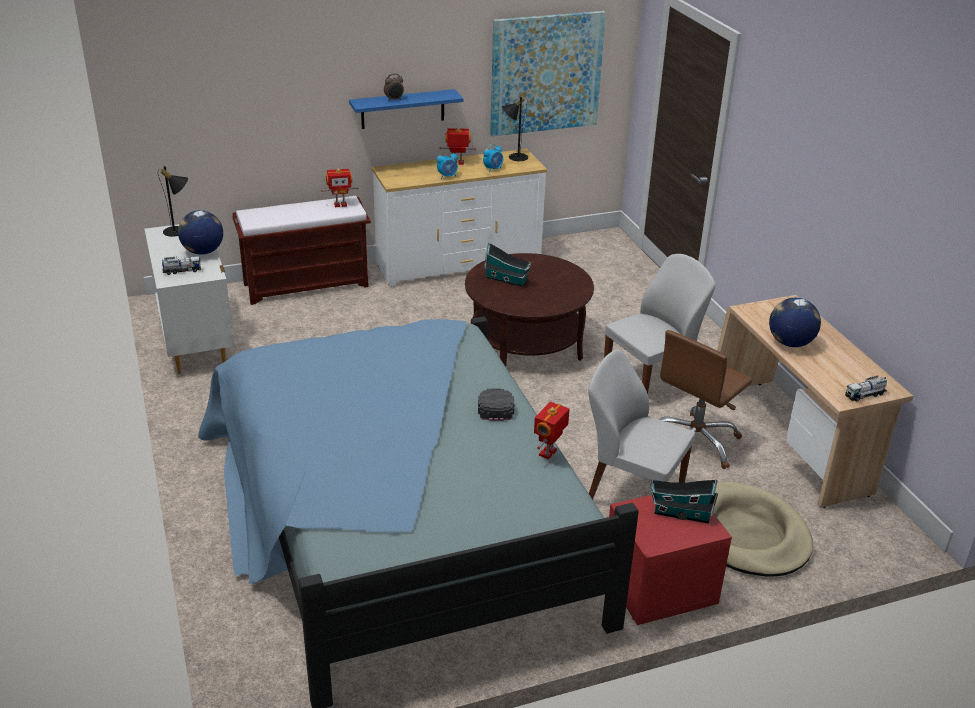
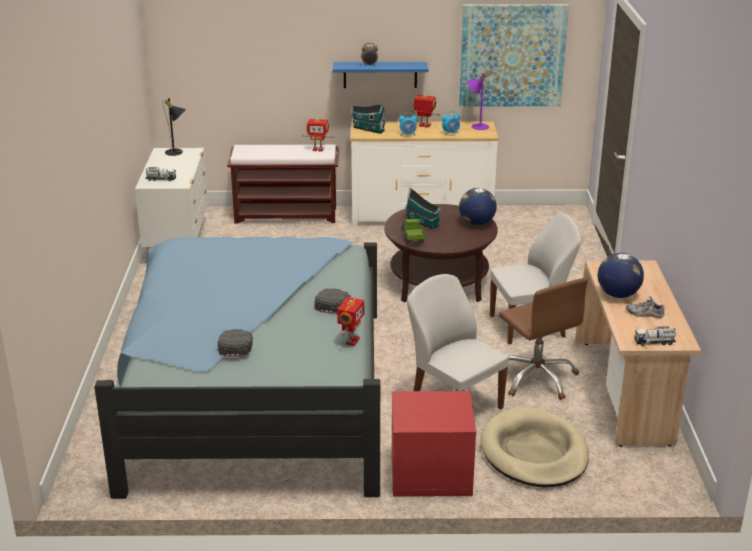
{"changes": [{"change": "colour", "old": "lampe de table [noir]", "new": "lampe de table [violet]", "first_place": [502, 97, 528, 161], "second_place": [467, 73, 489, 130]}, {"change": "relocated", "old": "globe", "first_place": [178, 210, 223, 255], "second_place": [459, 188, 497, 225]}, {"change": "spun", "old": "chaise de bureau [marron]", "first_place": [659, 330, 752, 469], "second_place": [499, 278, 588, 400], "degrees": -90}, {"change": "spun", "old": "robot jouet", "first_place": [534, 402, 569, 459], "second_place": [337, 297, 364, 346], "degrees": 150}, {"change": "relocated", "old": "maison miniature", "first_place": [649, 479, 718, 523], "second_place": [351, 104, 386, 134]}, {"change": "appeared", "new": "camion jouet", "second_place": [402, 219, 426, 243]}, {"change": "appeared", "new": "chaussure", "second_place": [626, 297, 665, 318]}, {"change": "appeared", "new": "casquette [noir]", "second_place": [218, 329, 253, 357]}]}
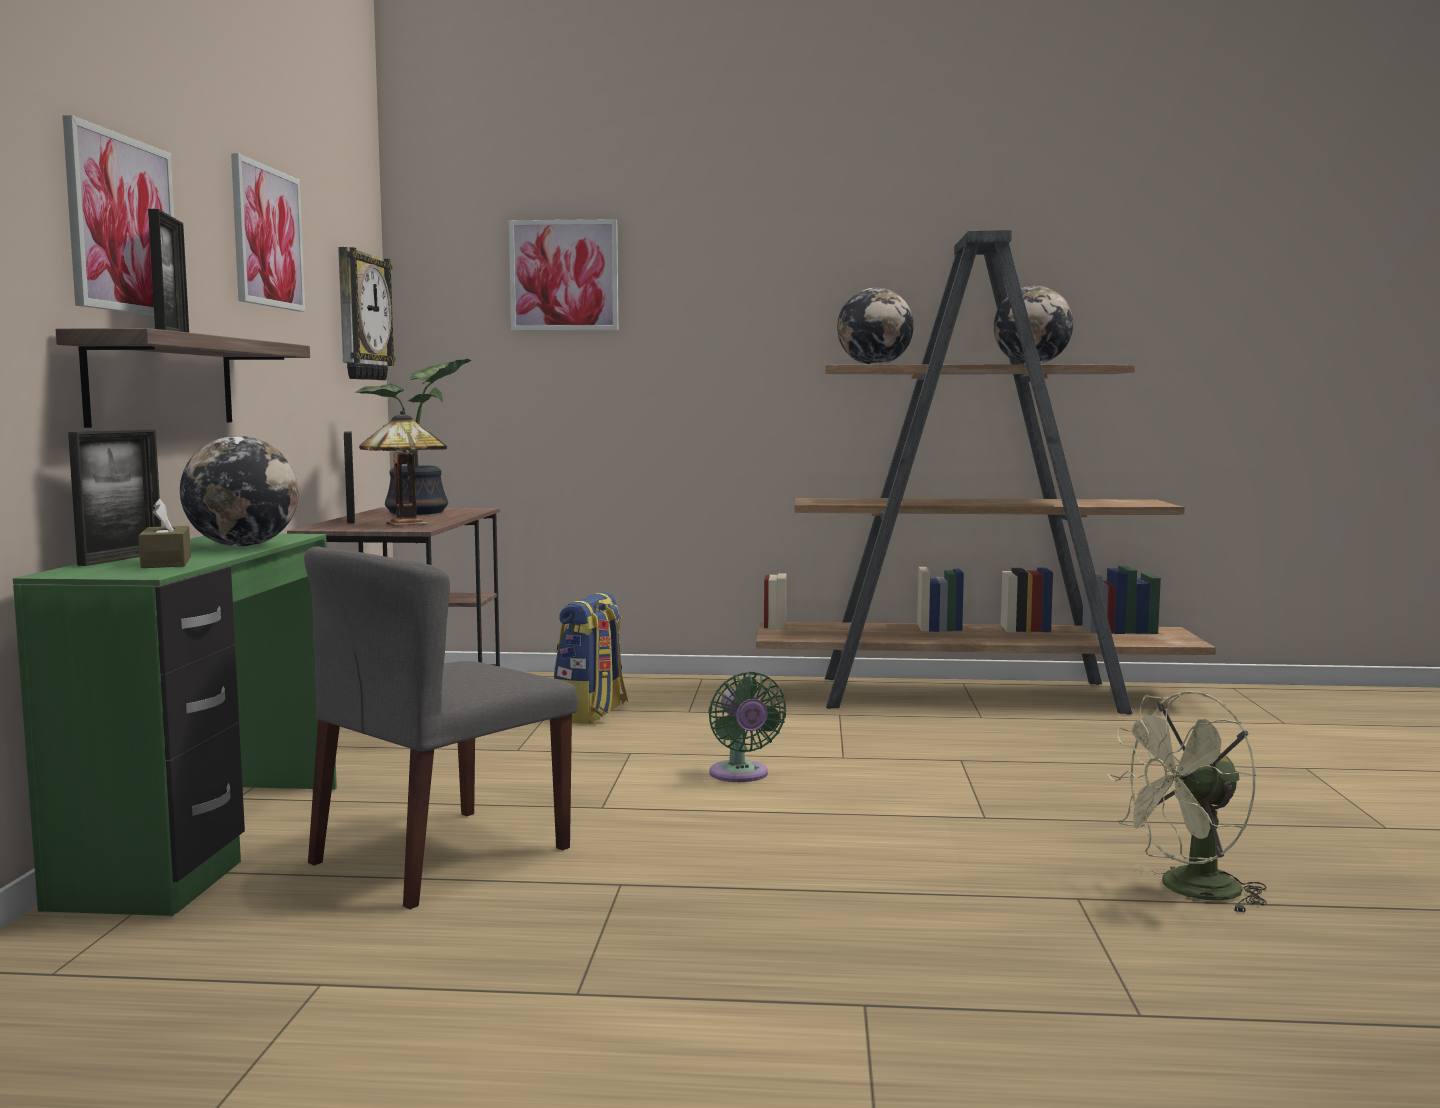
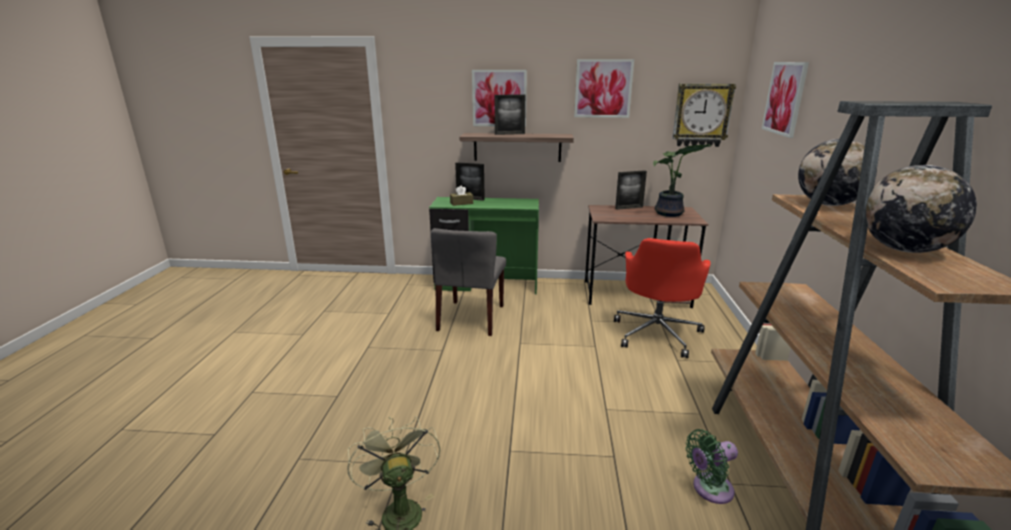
{"changes": [{"change": "missing", "old": "lampe de table", "first_place": [359, 410, 447, 526]}, {"change": "missing", "old": "globe", "first_place": [180, 436, 299, 547]}, {"change": "spun", "old": "chaise [gris]", "first_place": [304, 547, 578, 909], "second_place": [431, 228, 506, 336], "degrees": -120}, {"change": "exchanged", "old": "sac à dos", "new": "chaise de bureau [rouge]", "first_place": [554, 592, 628, 724], "second_place": [614, 238, 711, 358]}, {"change": "relocated", "old": "ventilateur [vert]", "first_place": [708, 671, 786, 782], "second_place": [685, 429, 738, 504]}]}
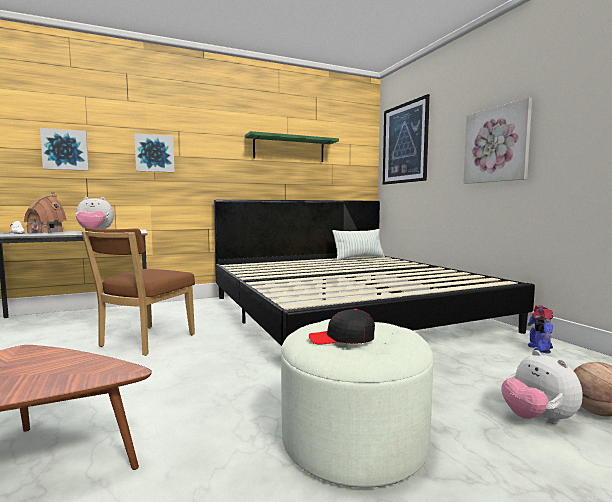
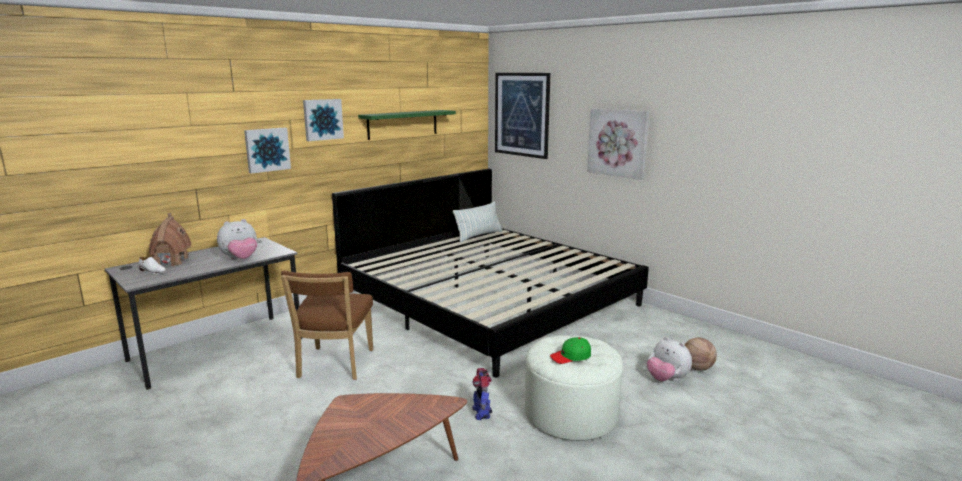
{"changes": [{"change": "relocated", "old": "tableau", "first_place": [40, 128, 89, 171], "second_place": [303, 99, 344, 141]}, {"change": "relocated", "old": "robot jouet", "first_place": [528, 306, 553, 354], "second_place": [472, 368, 492, 420]}, {"change": "colour", "old": "casquette [noir]", "new": "casquette [vert]", "first_place": [309, 309, 375, 345], "second_place": [550, 337, 591, 364]}]}
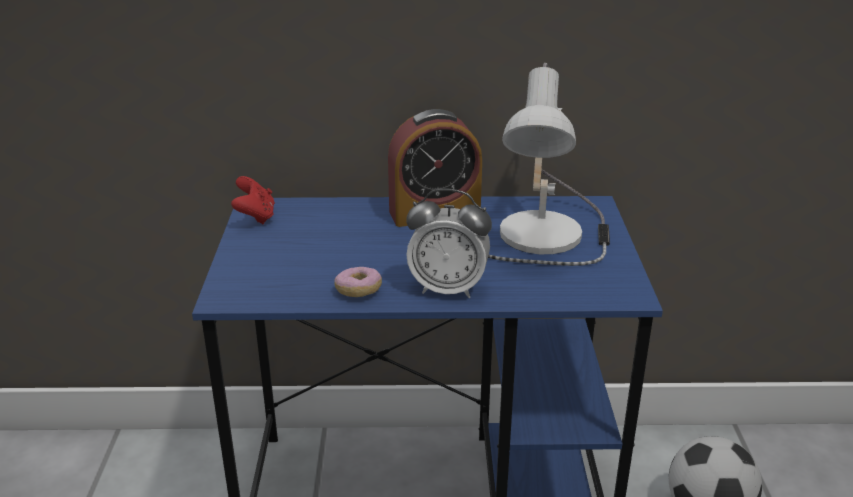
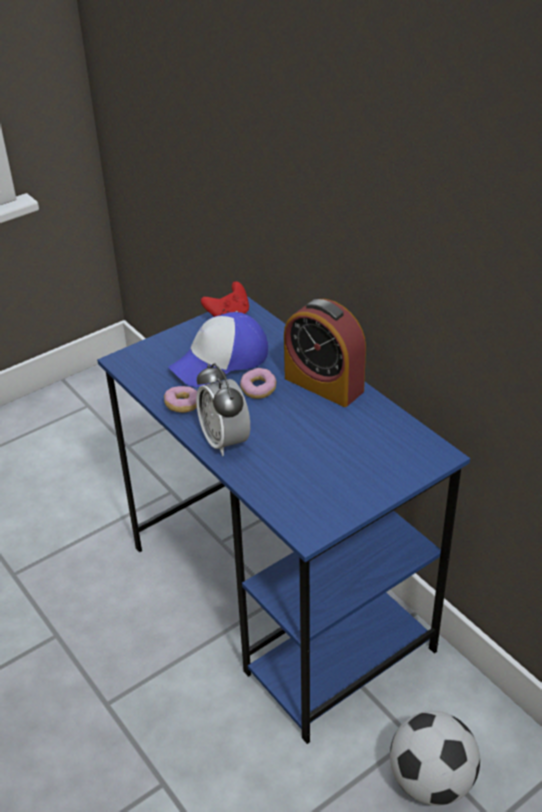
{"changes": [{"change": "missing", "old": "lampe de table", "first_place": [488, 63, 610, 266]}, {"change": "appeared", "new": "casquette", "second_place": [168, 312, 268, 387]}, {"change": "appeared", "new": "beignet", "second_place": [240, 368, 276, 399]}]}
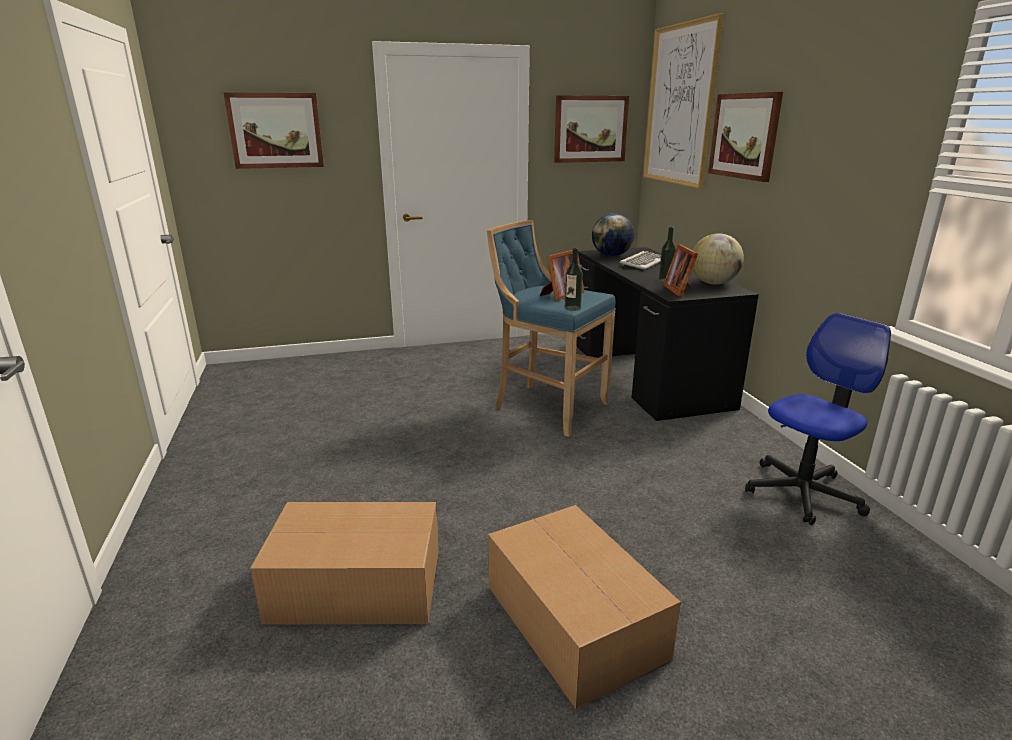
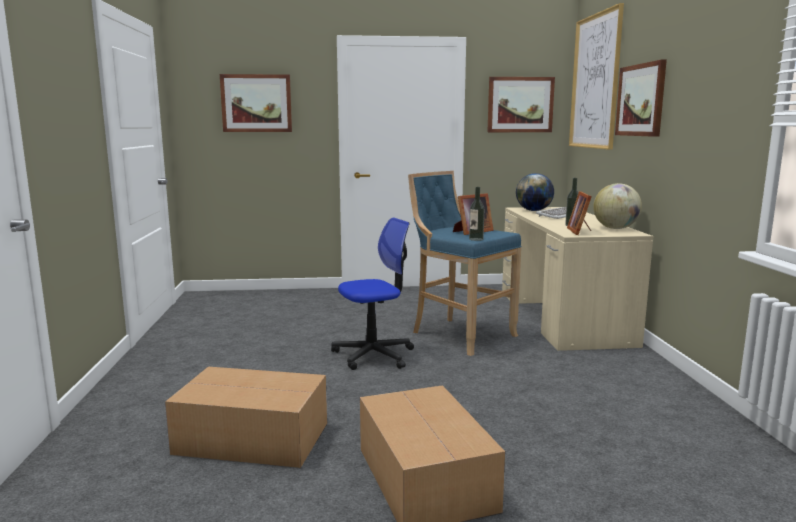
{"changes": [{"change": "colour", "old": "bureau [noir]", "new": "bureau [beige]", "first_place": [576, 247, 759, 421], "second_place": [502, 207, 653, 351]}, {"change": "relocated", "old": "chaise de bureau", "first_place": [745, 313, 891, 525], "second_place": [331, 218, 414, 370]}]}
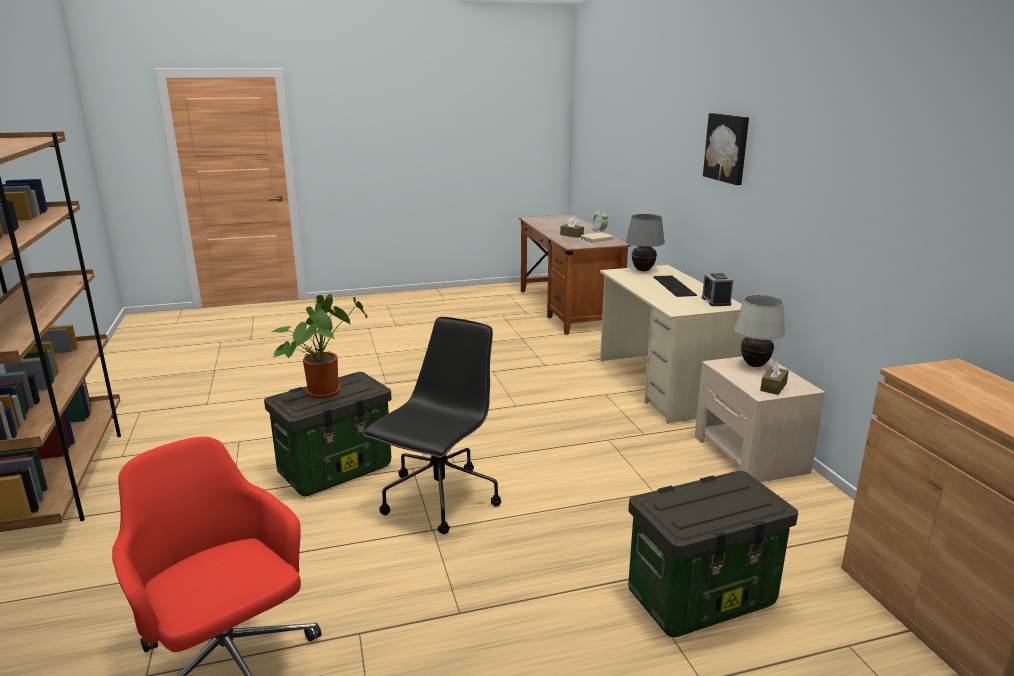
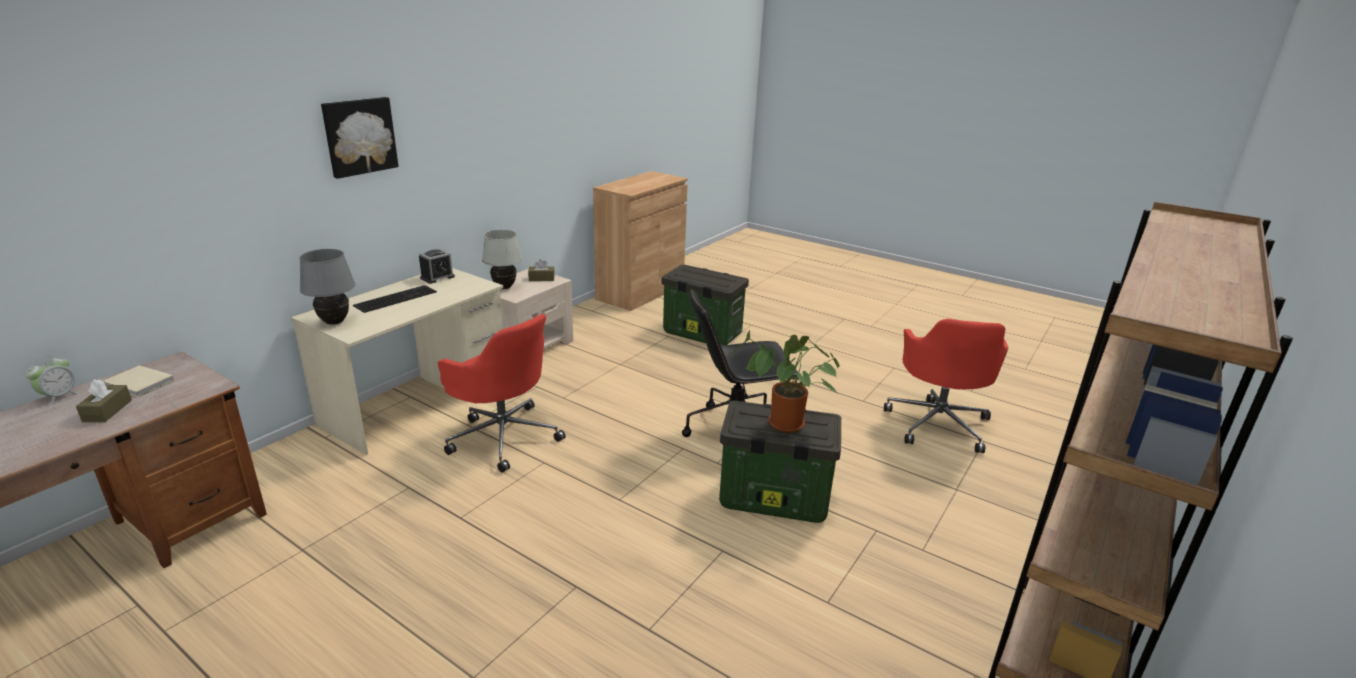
{"changes": [{"change": "appeared", "new": "chaise de bureau [rouge]", "second_place": [438, 314, 566, 472]}]}
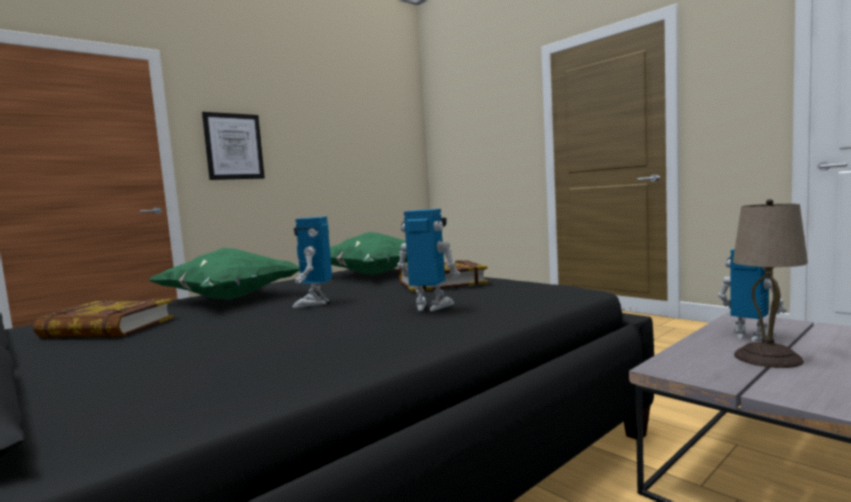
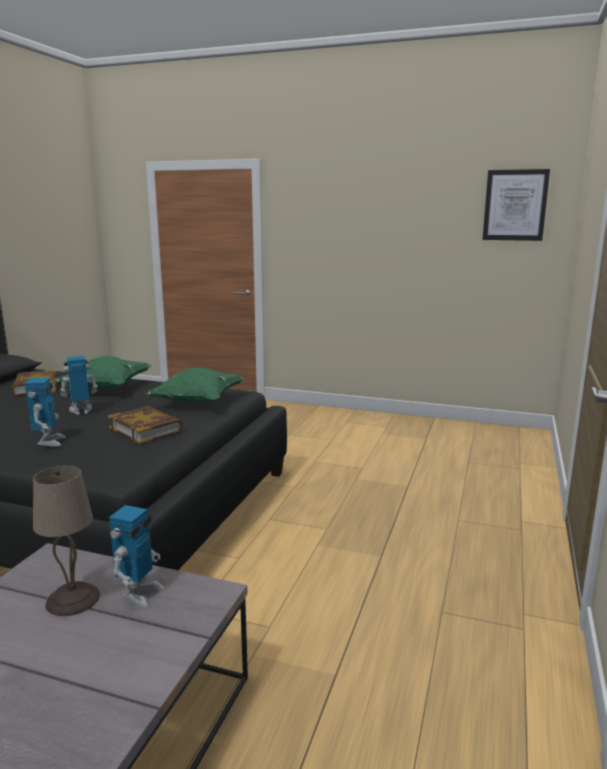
{"changes": [{"change": "relocated", "old": "tableau", "first_place": [202, 112, 265, 180], "second_place": [483, 169, 550, 241]}]}
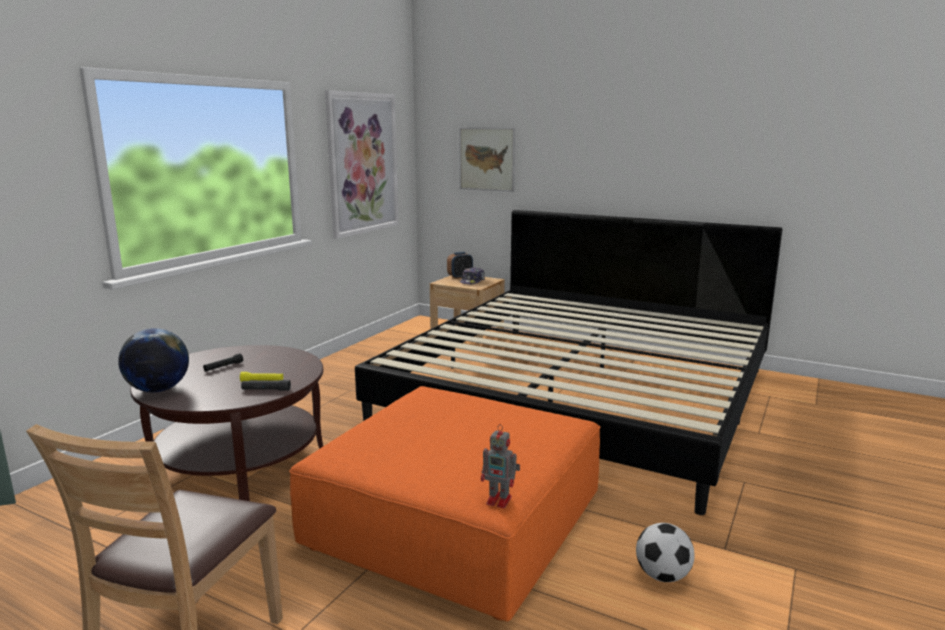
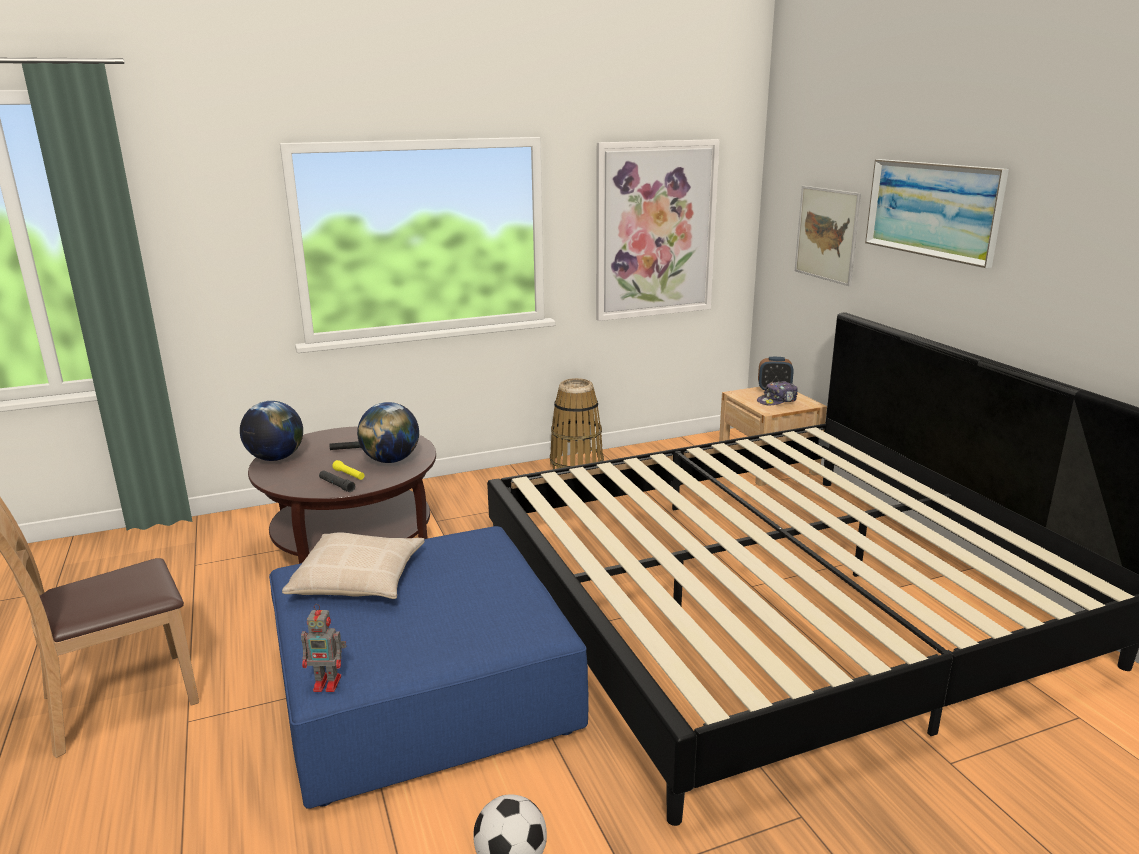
{"changes": [{"change": "colour", "old": "pouf [orange]", "new": "pouf [bleu]", "first_place": [289, 386, 601, 621], "second_place": [269, 526, 589, 809]}, {"change": "spun", "old": "robot jouet", "first_place": [481, 424, 520, 508], "second_place": [301, 604, 346, 692], "degrees": -60}, {"change": "appeared", "new": "tableau", "second_place": [865, 159, 1009, 268]}, {"change": "appeared", "new": "panier", "second_place": [550, 378, 604, 469]}, {"change": "appeared", "new": "globe", "second_place": [357, 402, 419, 463]}, {"change": "appeared", "new": "coussin [beige]", "second_place": [282, 532, 425, 599]}]}
